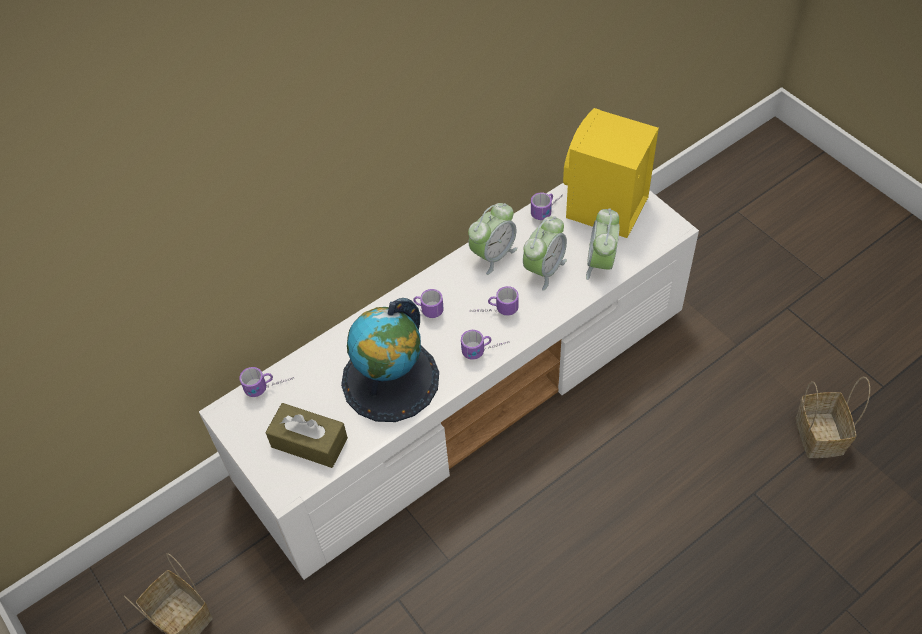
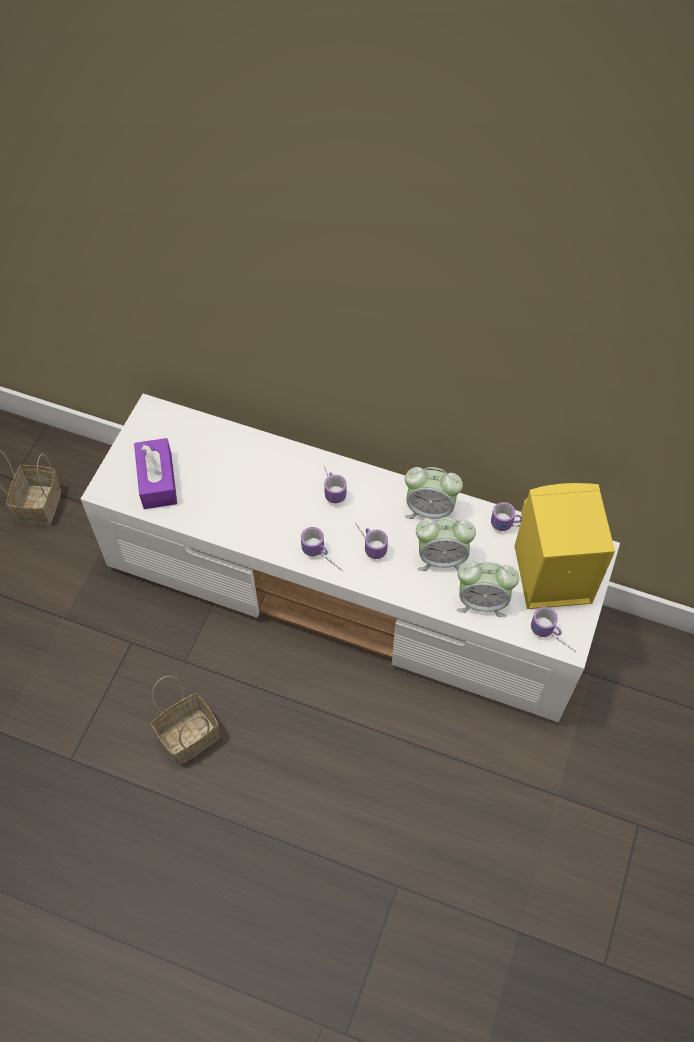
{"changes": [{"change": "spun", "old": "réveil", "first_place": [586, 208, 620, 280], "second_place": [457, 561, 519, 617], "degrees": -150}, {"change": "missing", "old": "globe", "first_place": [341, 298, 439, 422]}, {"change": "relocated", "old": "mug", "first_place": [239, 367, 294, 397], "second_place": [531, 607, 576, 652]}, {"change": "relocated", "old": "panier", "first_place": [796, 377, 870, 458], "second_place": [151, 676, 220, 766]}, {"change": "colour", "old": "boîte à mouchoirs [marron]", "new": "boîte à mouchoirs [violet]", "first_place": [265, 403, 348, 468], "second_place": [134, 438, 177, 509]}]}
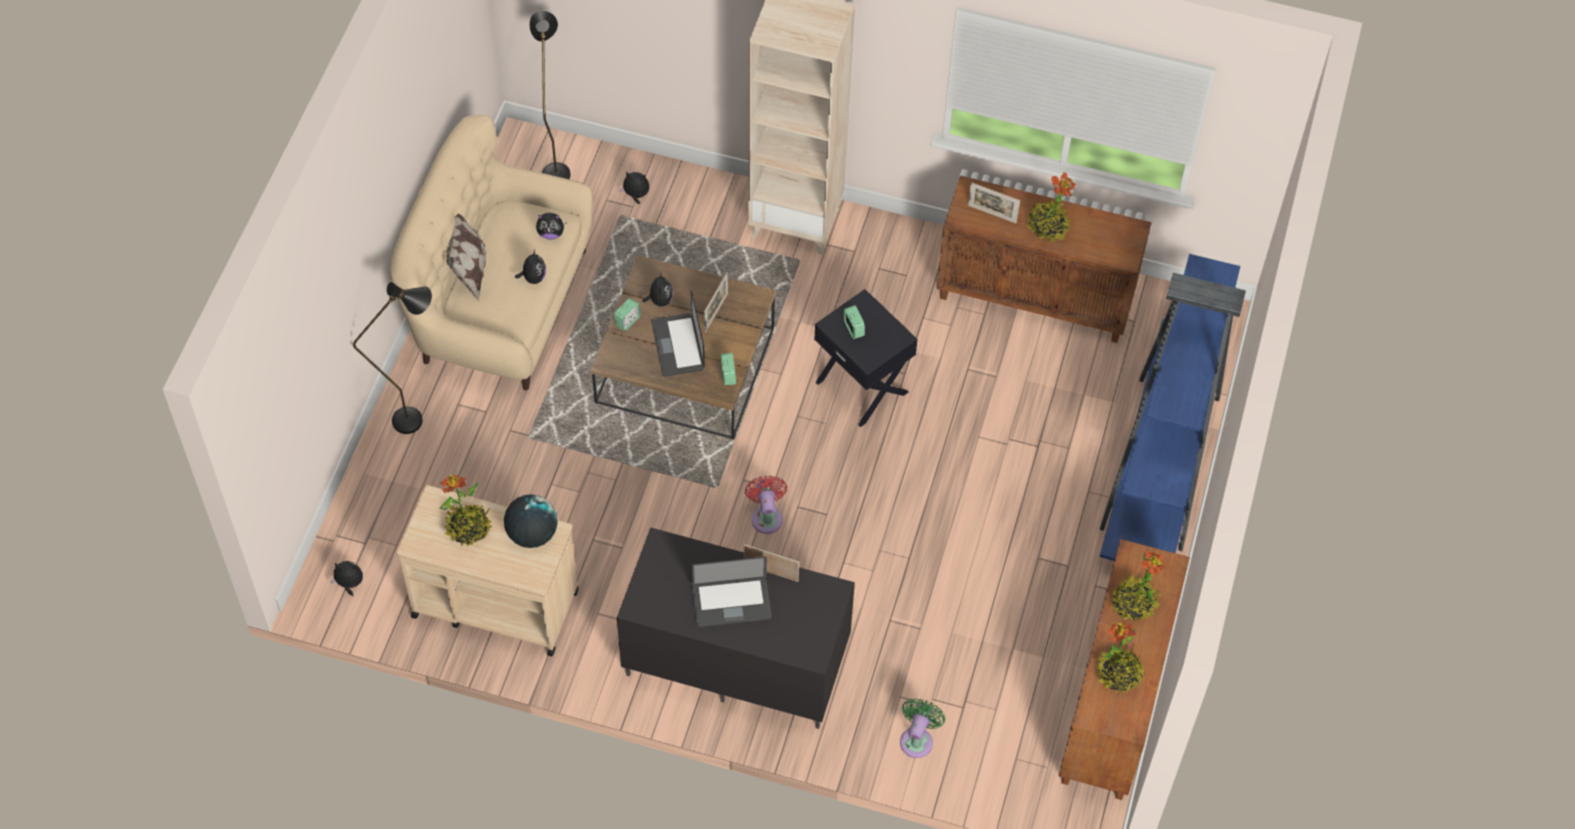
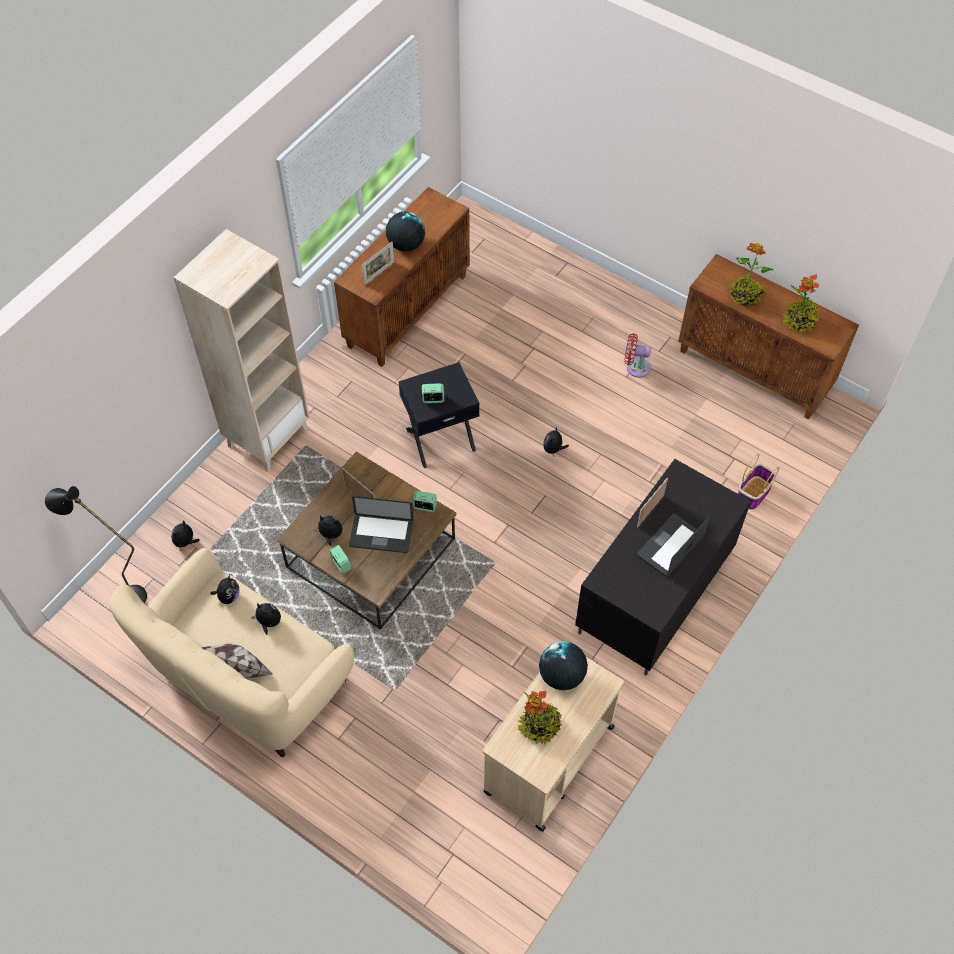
{"changes": [{"change": "exchanged", "old": "plante en pot", "new": "globe", "first_place": [1026, 172, 1076, 243], "second_place": [386, 211, 425, 252]}, {"change": "missing", "old": "bibliothèque [bleu]", "first_place": [1100, 254, 1246, 561]}, {"change": "missing", "old": "lampadaire [noir]", "first_place": [353, 282, 432, 434]}, {"change": "relocated", "old": "ventilateur [rouge]", "first_place": [745, 476, 788, 534], "second_place": [624, 333, 651, 378]}, {"change": "spun", "old": "ordinateur portable", "first_place": [691, 556, 772, 627], "second_place": [637, 514, 710, 576], "degrees": -150}, {"change": "relocated", "old": "peluche", "first_place": [330, 561, 363, 596], "second_place": [543, 427, 569, 456]}, {"change": "exchanged", "old": "ventilateur [vert]", "new": "panier", "first_place": [900, 699, 945, 758], "second_place": [738, 454, 779, 510]}]}
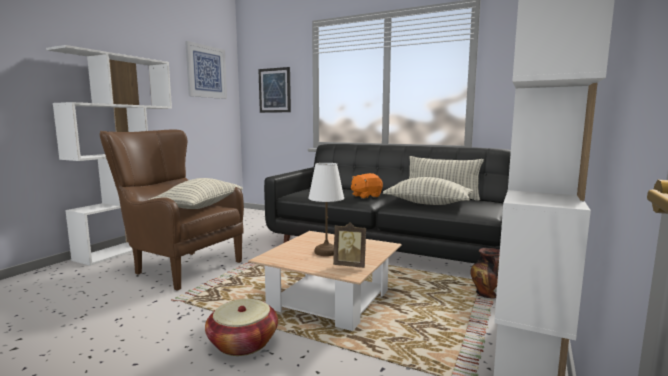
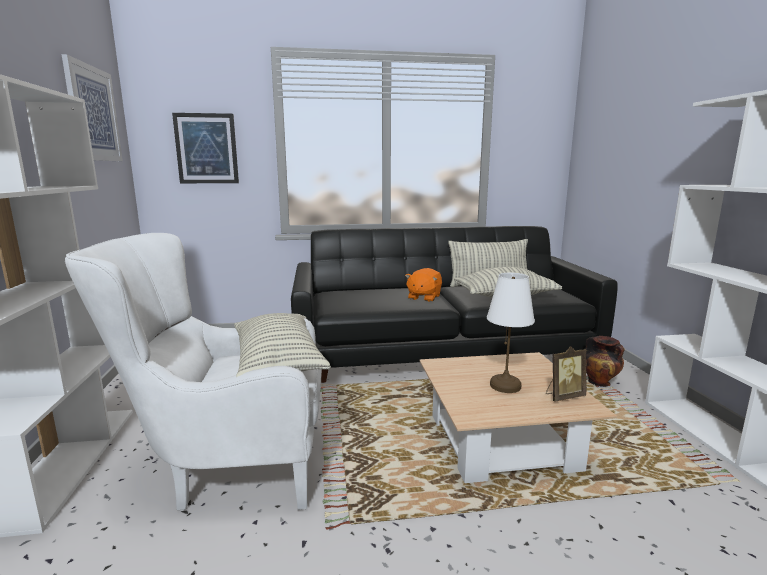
{"changes": [{"change": "colour", "old": "fauteuil [marron]", "new": "fauteuil [blanc]", "first_place": [100, 129, 244, 290], "second_place": [65, 233, 321, 511]}, {"change": "missing", "old": "panier", "first_place": [205, 299, 278, 356]}]}
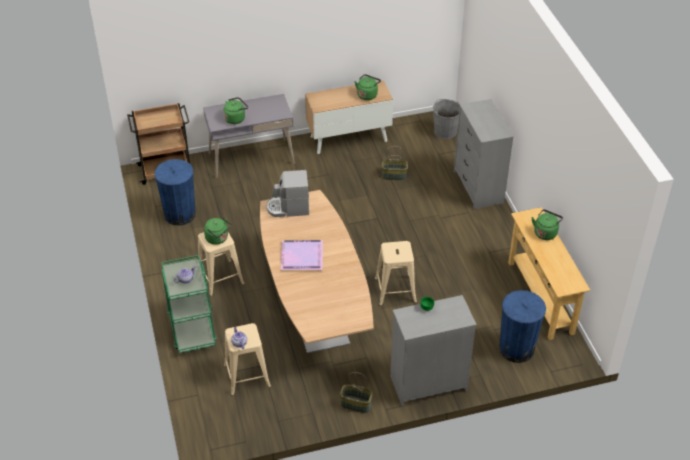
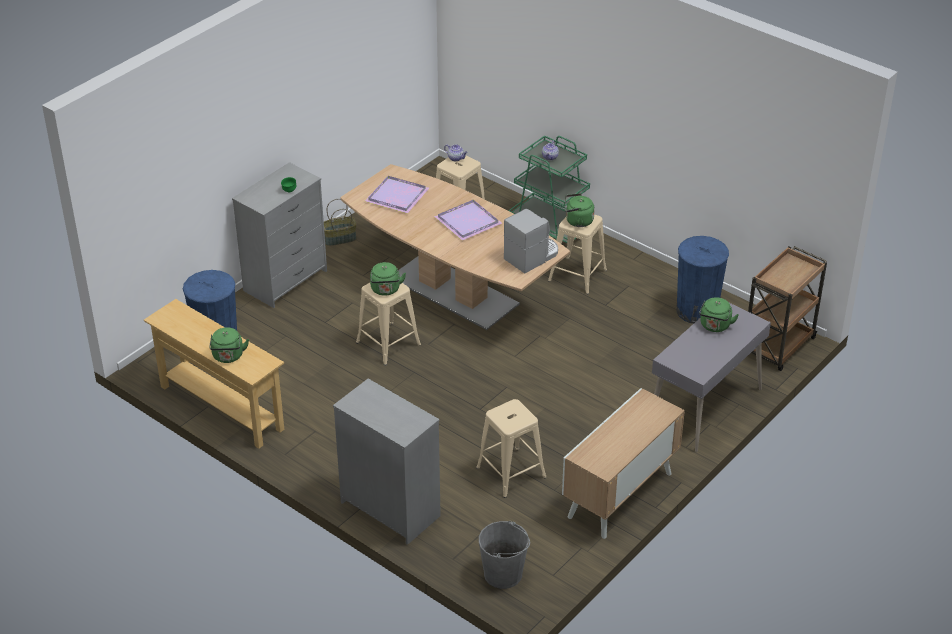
{"changes": [{"change": "relocated", "old": "bouilloire [vert]", "first_place": [354, 74, 381, 100], "second_place": [370, 262, 406, 296]}, {"change": "exchanged", "old": "panier", "new": "tabouret [beige]", "first_place": [382, 146, 408, 180], "second_place": [476, 399, 547, 498]}, {"change": "appeared", "new": "plateau [violet]", "second_place": [365, 176, 429, 213]}]}
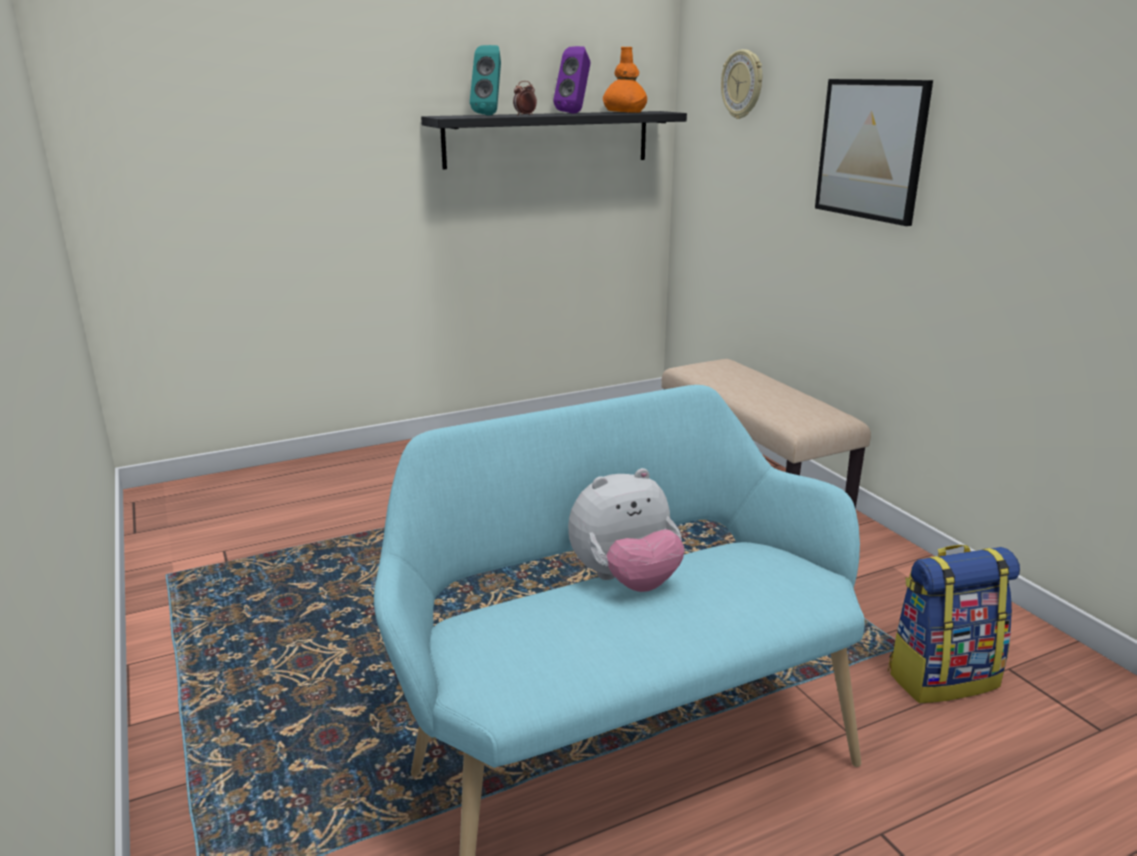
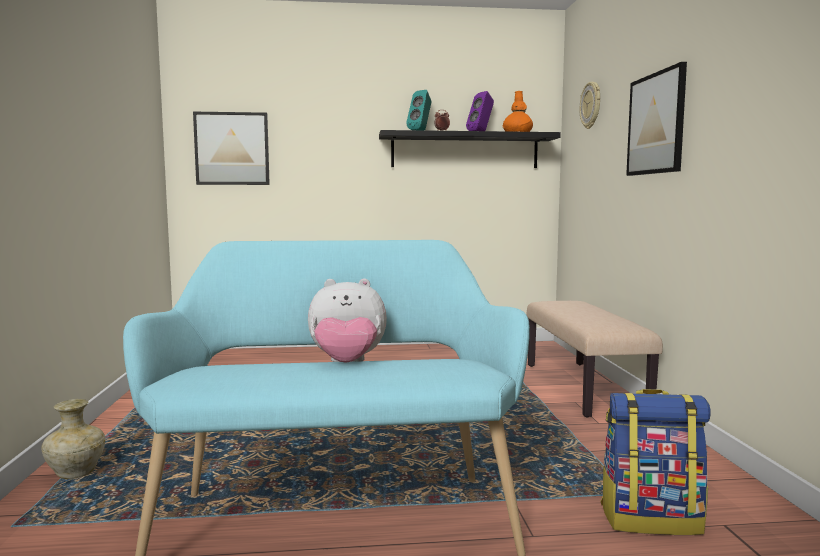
{"changes": [{"change": "appeared", "new": "tableau", "second_place": [193, 112, 270, 185]}, {"change": "appeared", "new": "vase [beige]", "second_place": [41, 399, 105, 479]}]}
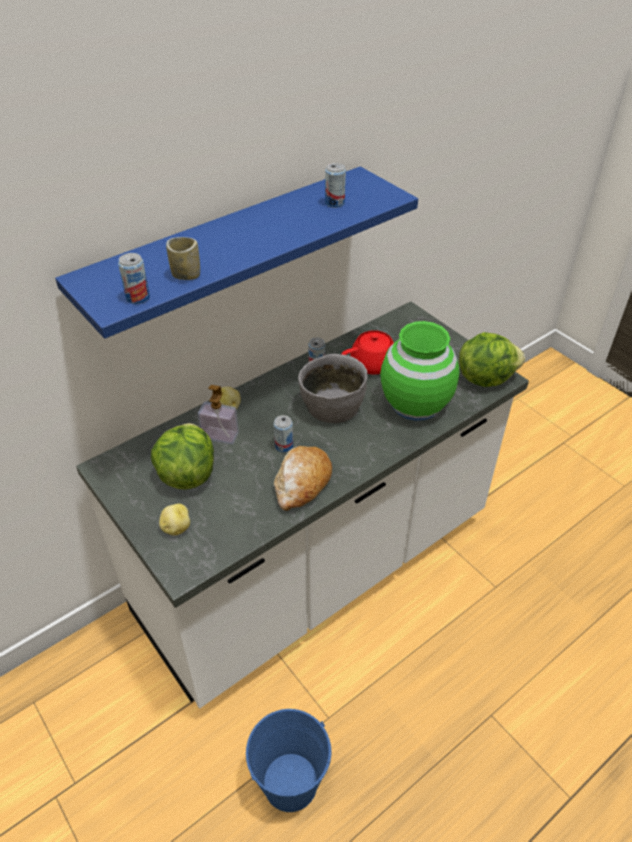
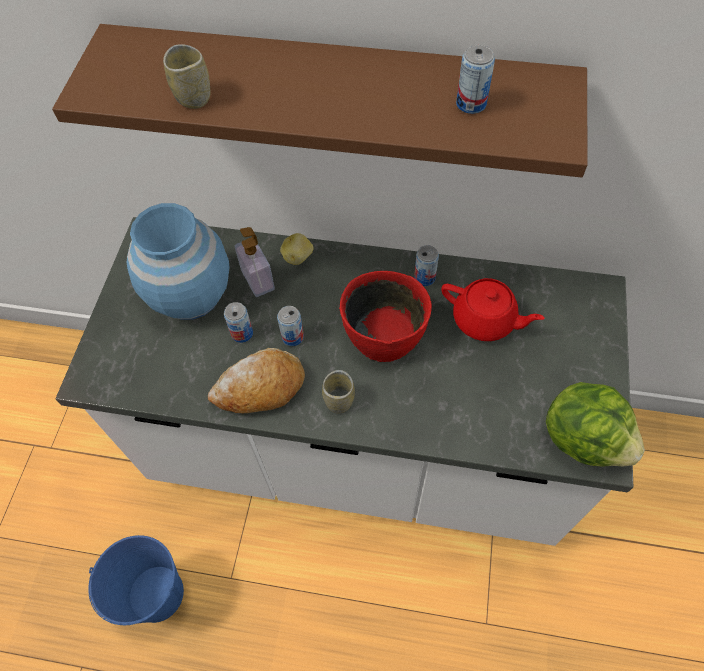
{"changes": [{"change": "colour", "old": "étagère [bleu]", "new": "étagère [marron]", "first_place": [55, 167, 418, 339], "second_place": [52, 24, 588, 178]}, {"change": "relocated", "old": "boîte métallique", "first_place": [118, 253, 150, 304], "second_place": [224, 302, 253, 343]}, {"change": "missing", "old": "vase [vert]", "first_place": [380, 321, 460, 421]}, {"change": "colour", "old": "bol [gris]", "new": "bol [rouge]", "first_place": [298, 354, 367, 423], "second_place": [339, 271, 432, 362]}, {"change": "exchanged", "old": "laitue", "new": "vase [bleu]", "first_place": [151, 423, 214, 489], "second_place": [126, 203, 230, 320]}, {"change": "missing", "old": "pomme de terre", "first_place": [159, 504, 190, 536]}, {"change": "appeared", "new": "tasse", "second_place": [322, 370, 355, 414]}]}
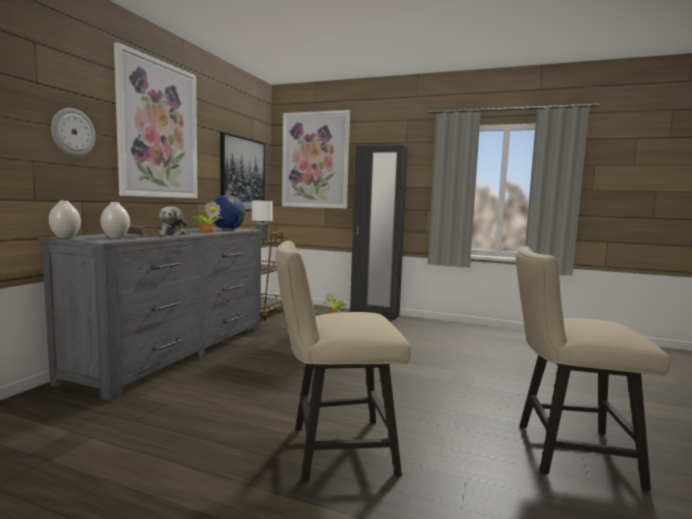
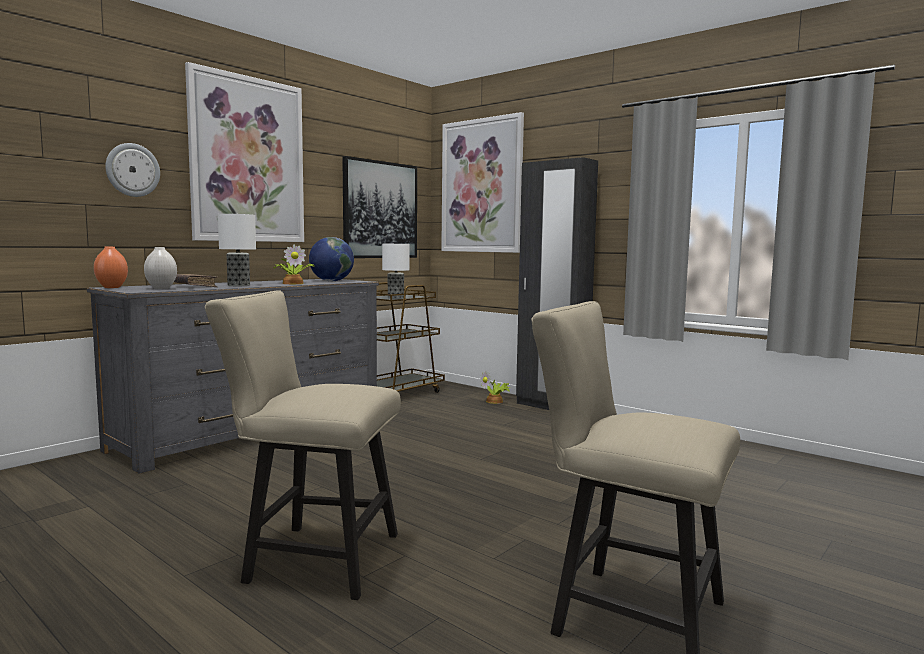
{"changes": [{"change": "colour", "old": "vase [blanc]", "new": "vase [orange]", "first_place": [49, 201, 81, 238], "second_place": [94, 247, 128, 288]}, {"change": "exchanged", "old": "peluche", "new": "lampe de table", "first_place": [159, 206, 187, 235], "second_place": [218, 214, 256, 286]}]}
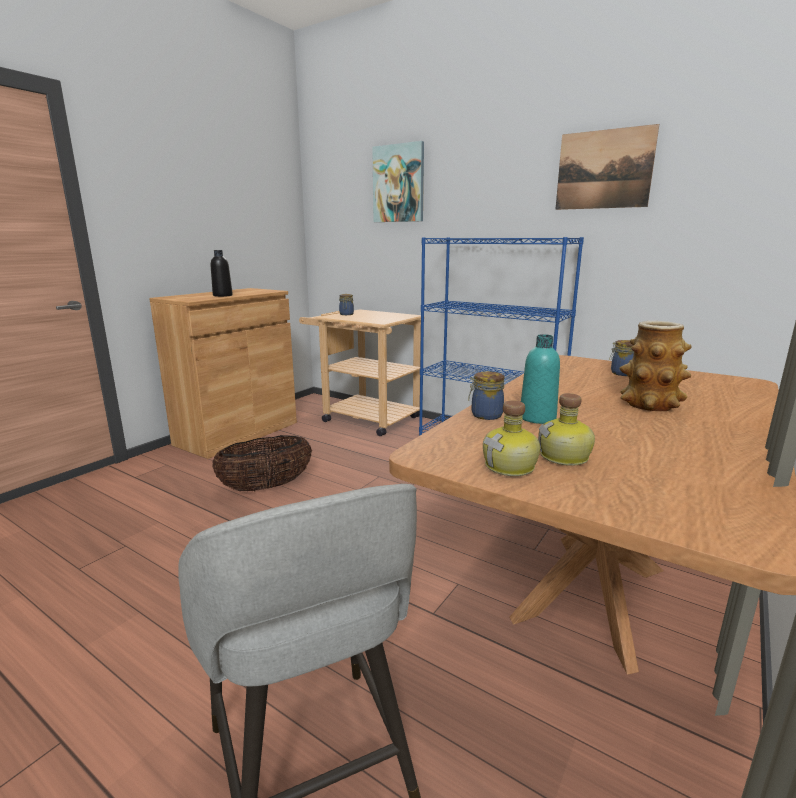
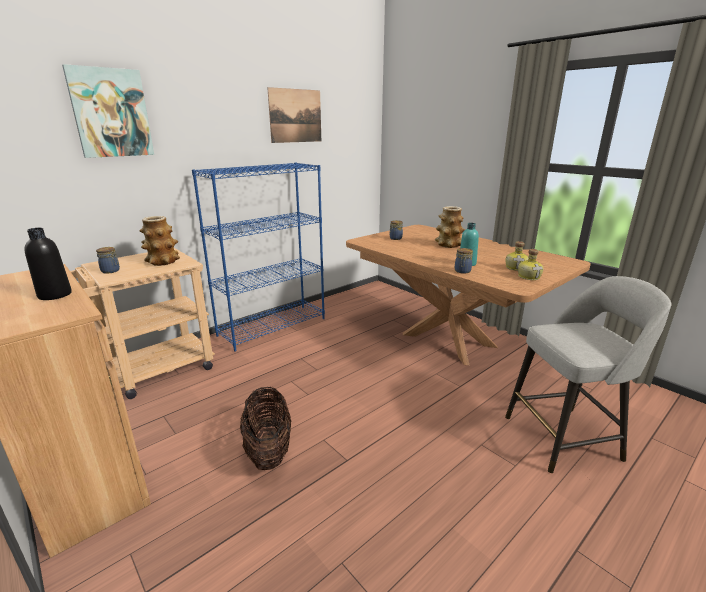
{"changes": [{"change": "appeared", "new": "vase", "second_place": [139, 216, 180, 266]}]}
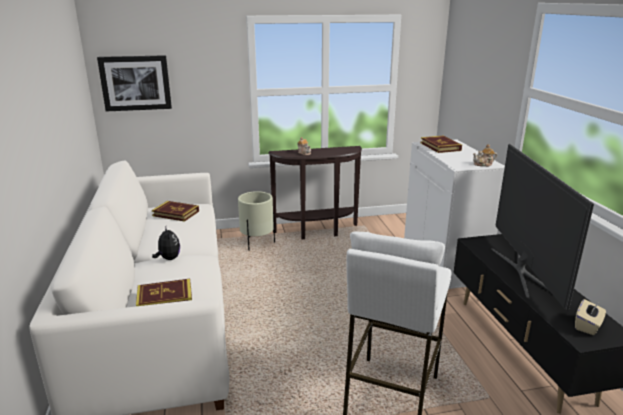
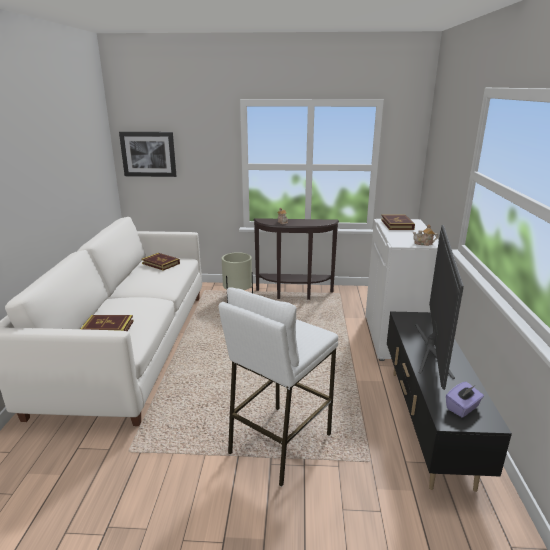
{"changes": [{"change": "missing", "old": "peluche", "first_place": [152, 228, 180, 260]}, {"change": "colour", "old": "boîte à mouchoirs [beige]", "new": "boîte à mouchoirs [violet]", "first_place": [575, 299, 606, 335], "second_place": [446, 382, 484, 417]}]}
